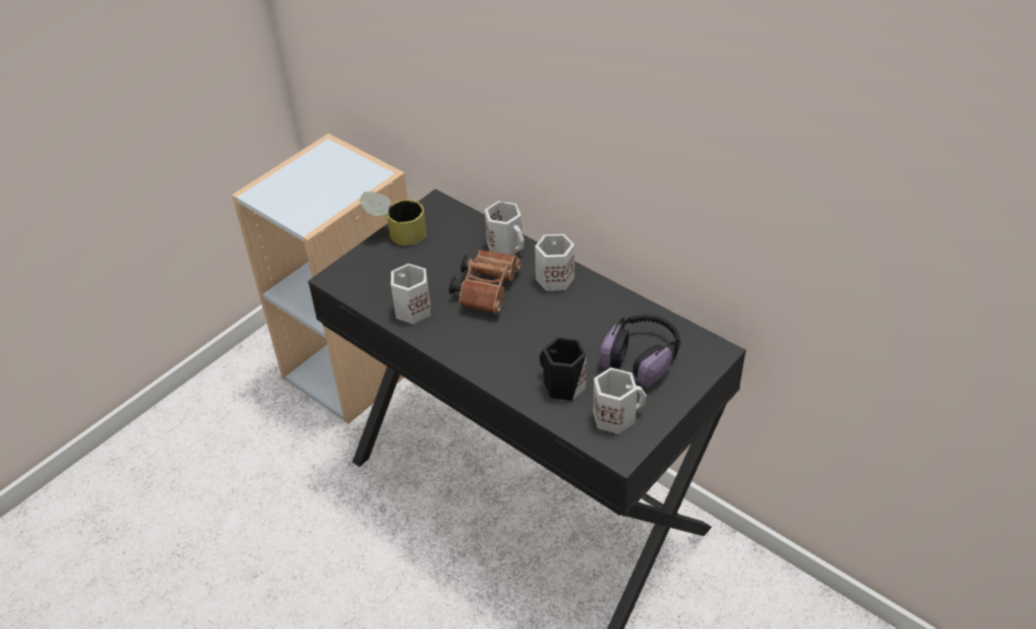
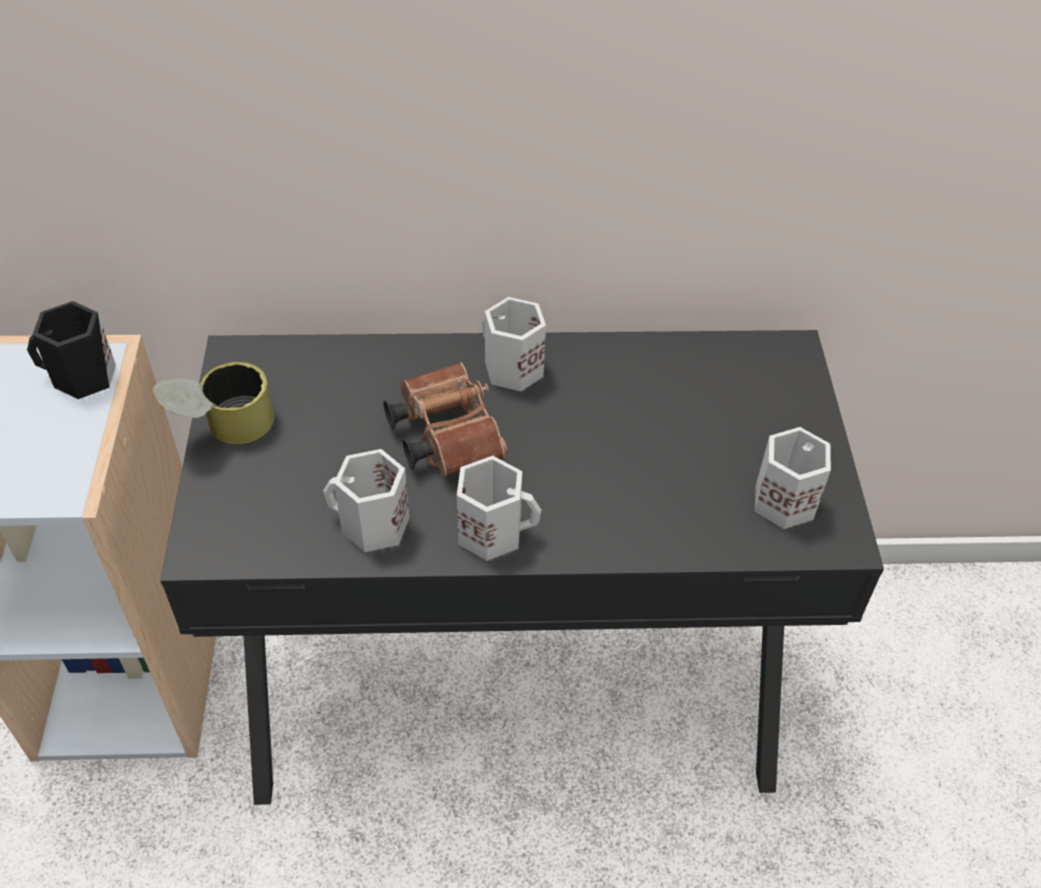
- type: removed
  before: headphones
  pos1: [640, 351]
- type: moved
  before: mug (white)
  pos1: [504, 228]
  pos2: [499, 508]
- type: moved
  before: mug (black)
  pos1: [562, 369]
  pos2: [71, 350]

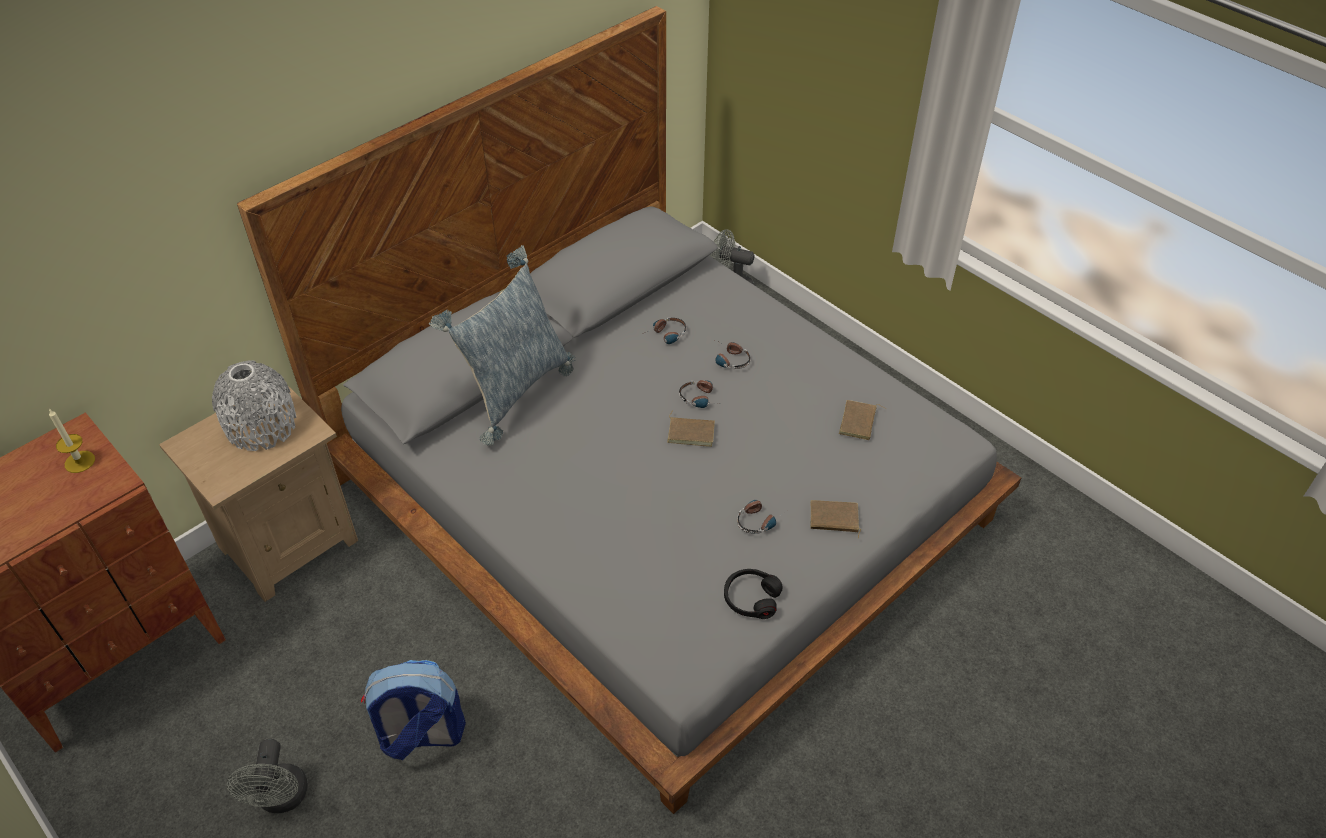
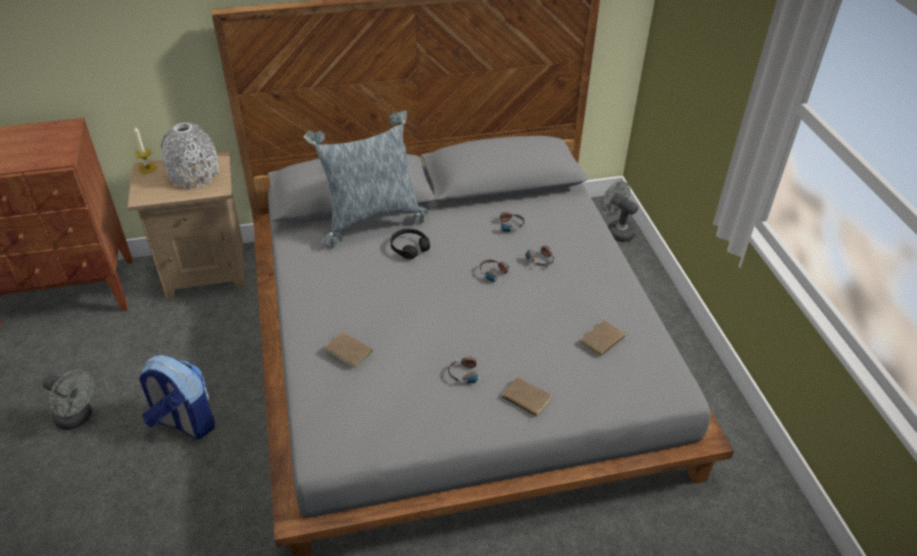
- type: moved
  before: candle
  pos1: [72, 441]
  pos2: [145, 150]
- type: moved
  before: book (brown)
  pos1: [691, 428]
  pos2: [348, 347]
- type: moved
  before: headphones (black)
  pos1: [753, 594]
  pos2: [410, 244]
- type: turned
  before: fan (grey)
  pos1: [267, 776]
  pos2: [68, 399]
  turn: -90

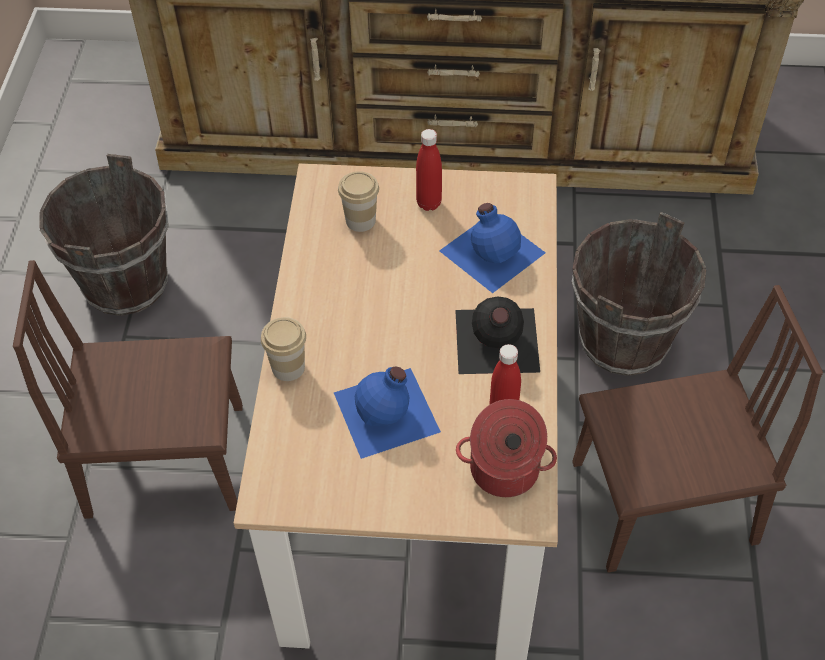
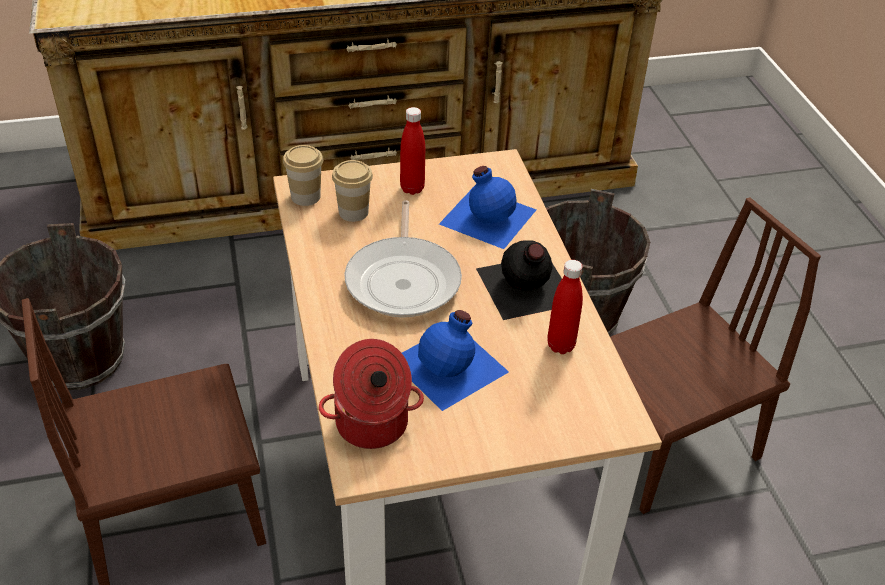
- type: added
  after: frying pan
  pos2: [403, 259]
- type: moved
  before: cup
  pos1: [283, 349]
  pos2: [303, 175]
- type: moved
  before: cooking pot
  pos1: [506, 448]
  pos2: [371, 394]

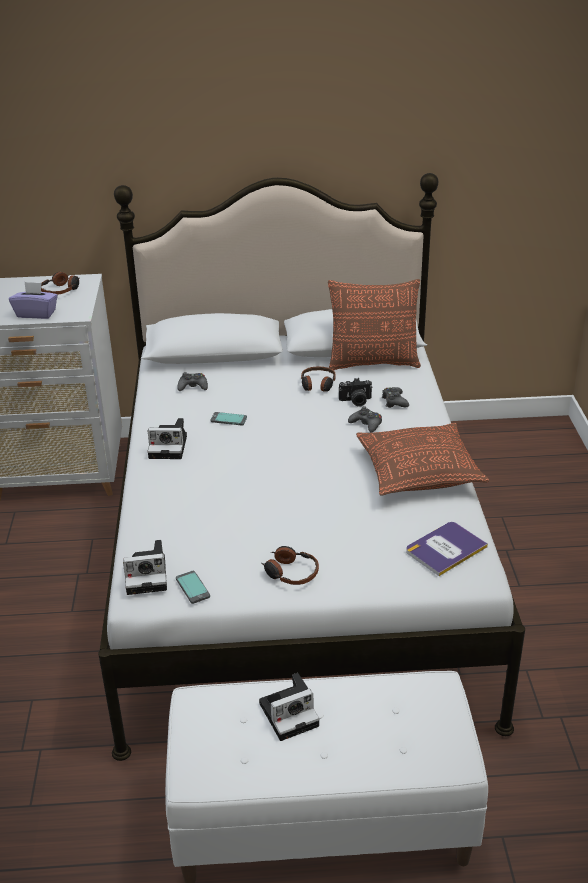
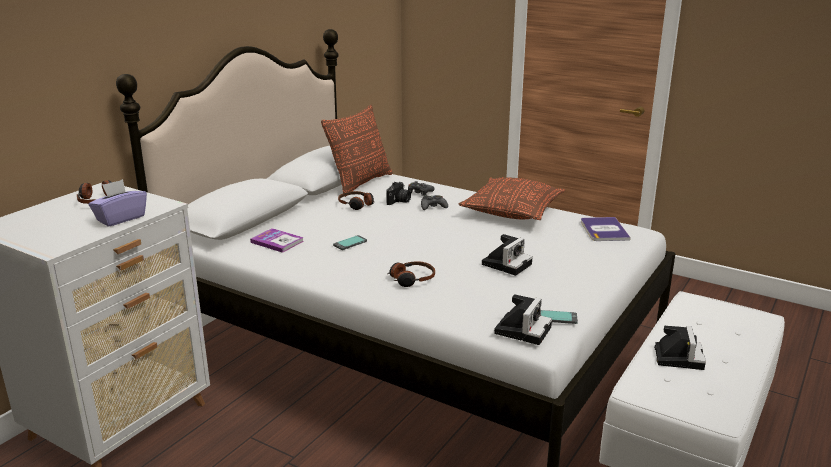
- type: moved
  before: photo camera
  pos1: [167, 438]
  pos2: [507, 255]
- type: moved
  before: headphones
  pos1: [290, 565]
  pos2: [411, 274]
- type: replaced
  before: game controller (black)
  after: book
  pos1: [192, 381]
  pos2: [277, 240]

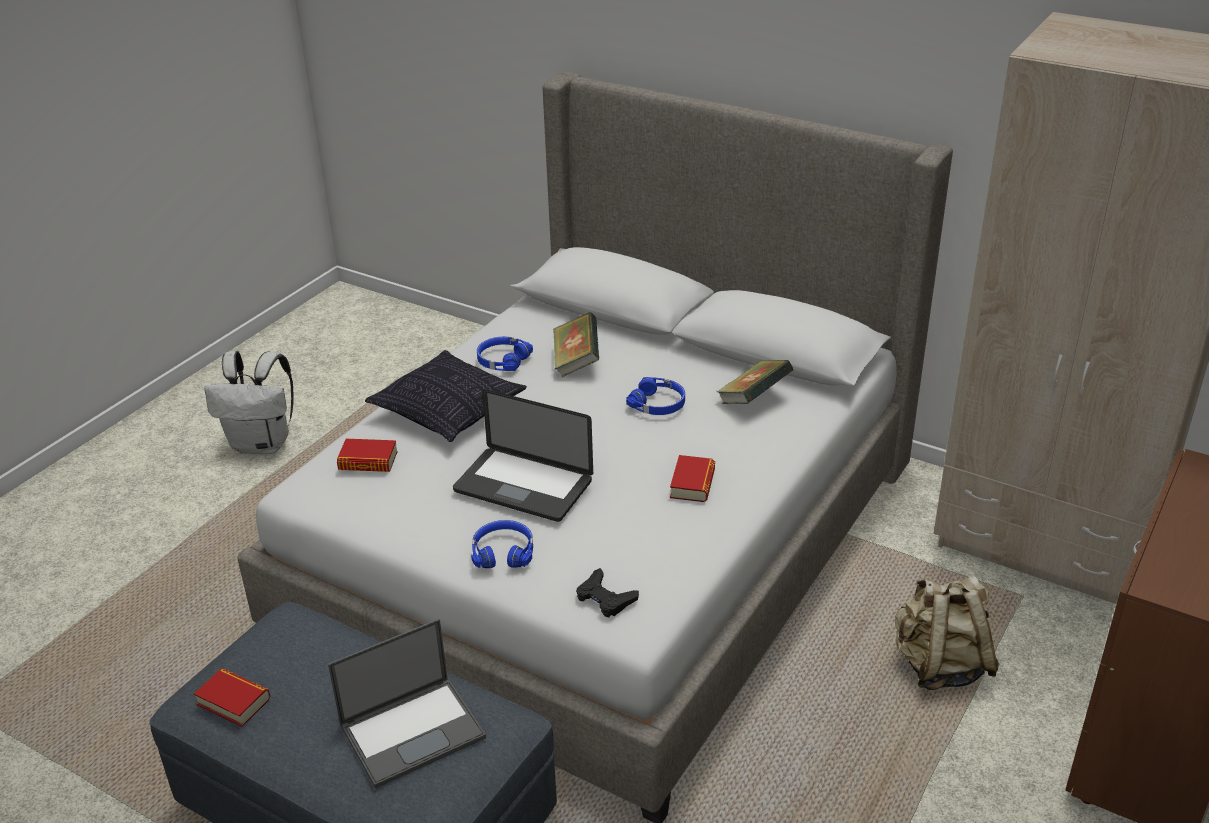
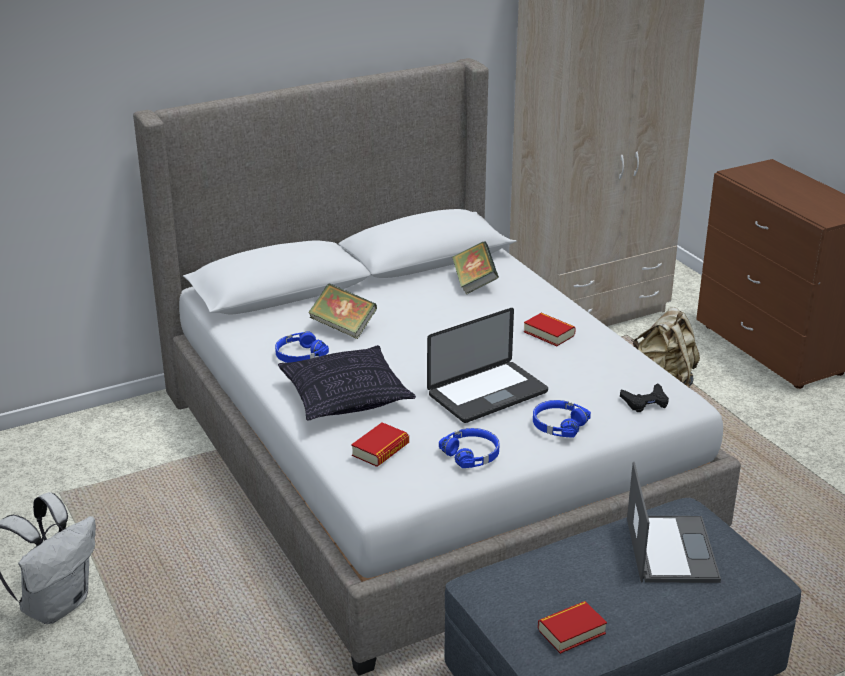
- type: moved
  before: headphones (blue)
  pos1: [655, 396]
  pos2: [469, 448]

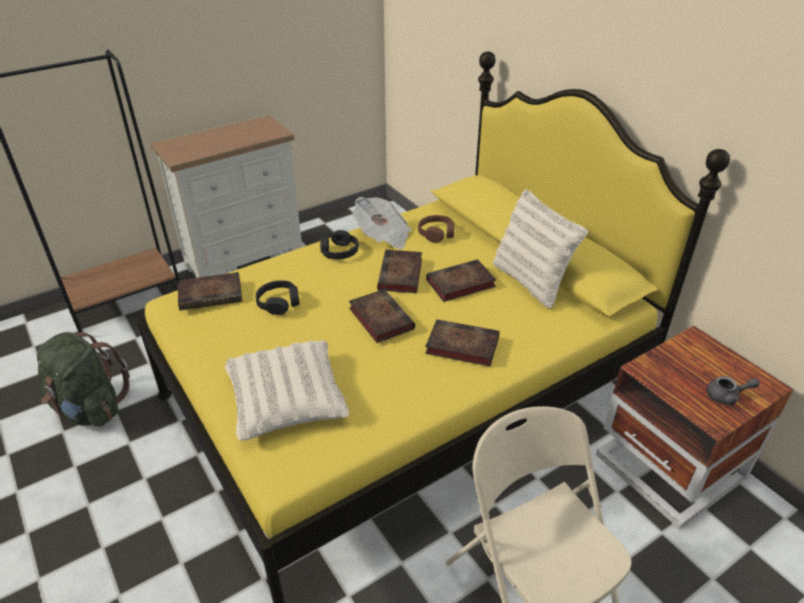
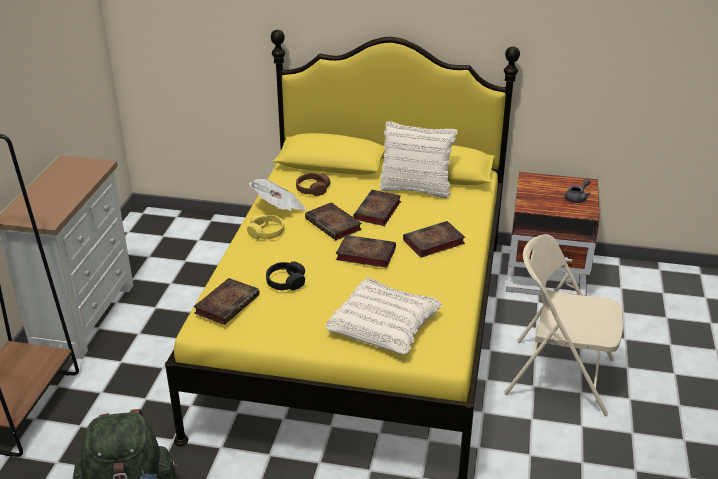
- type: recoloured
  before: headphones (black)
  after: headphones (yellow)
  pos1: [339, 244]
  pos2: [265, 227]

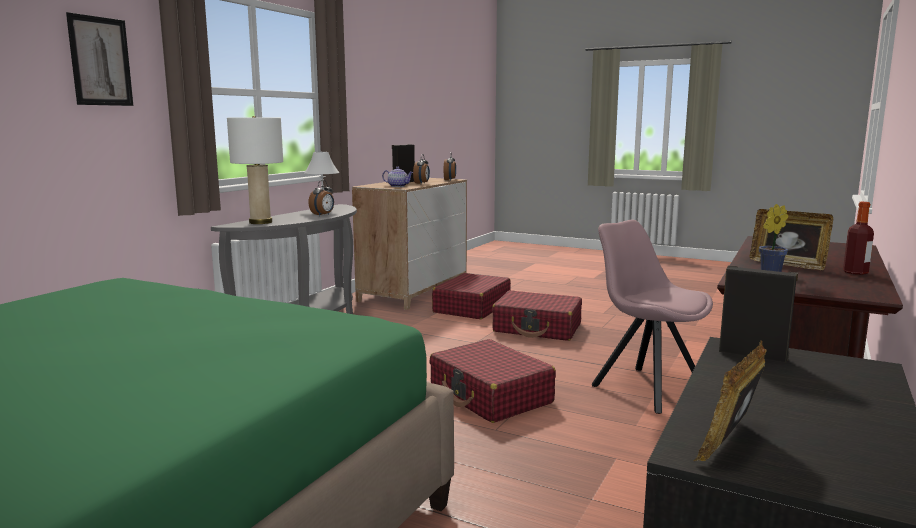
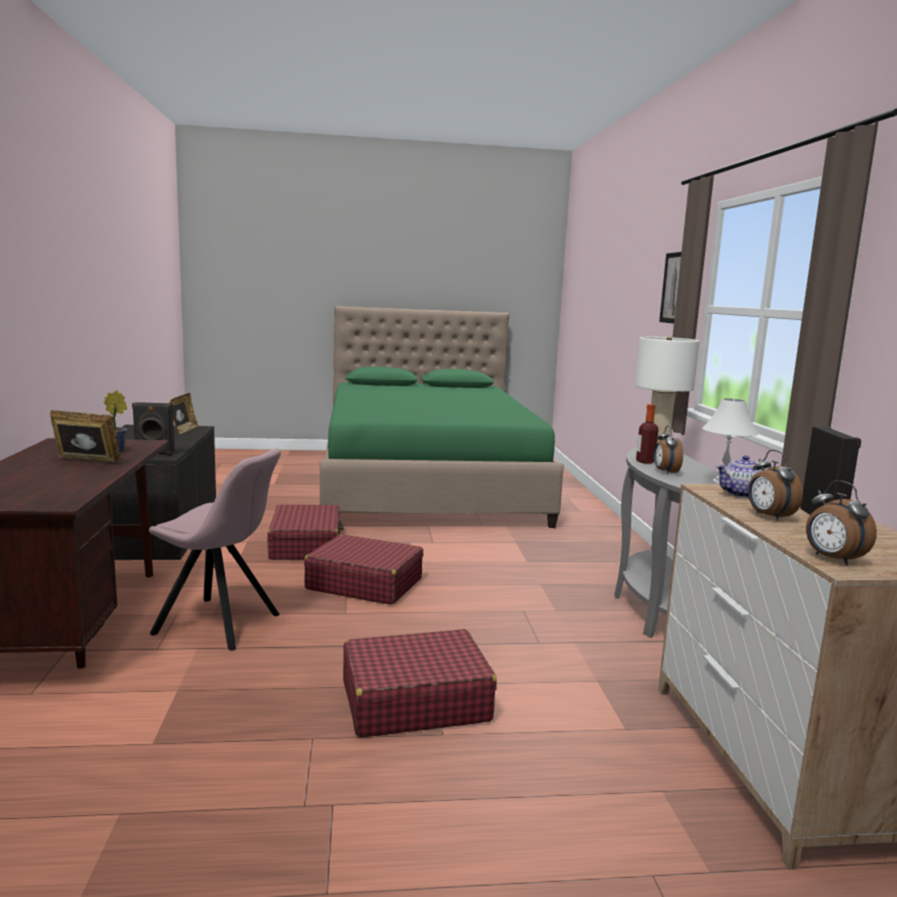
- type: moved
  before: suitcase (red)
  pos1: [471, 296]
  pos2: [305, 532]
- type: moved
  before: bottle
  pos1: [858, 238]
  pos2: [647, 433]

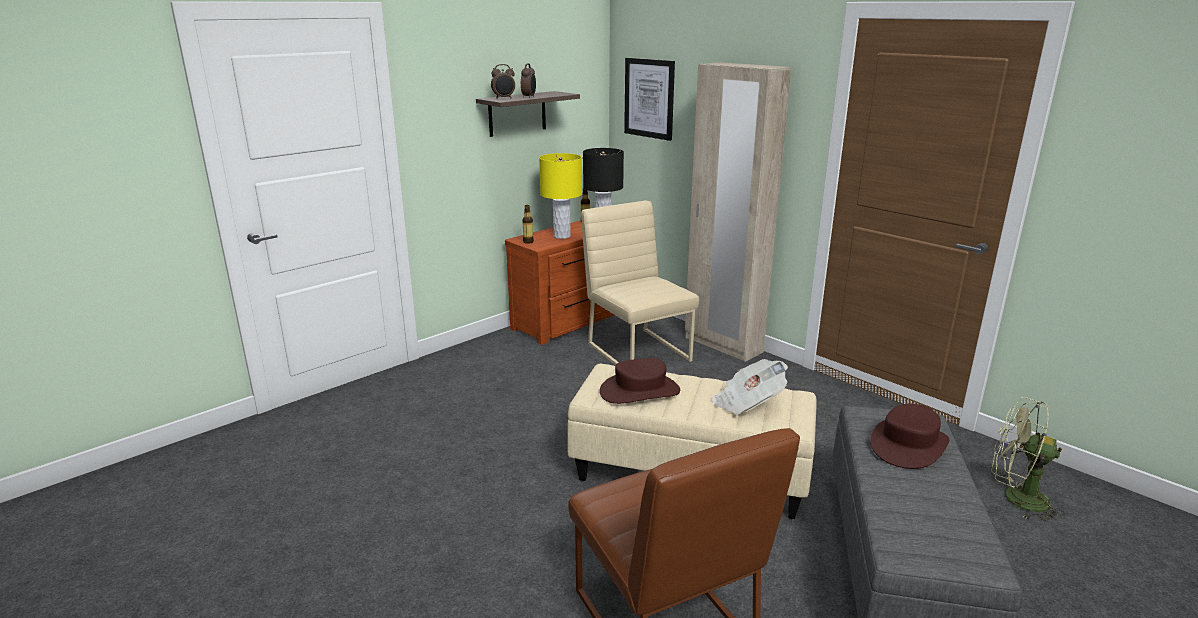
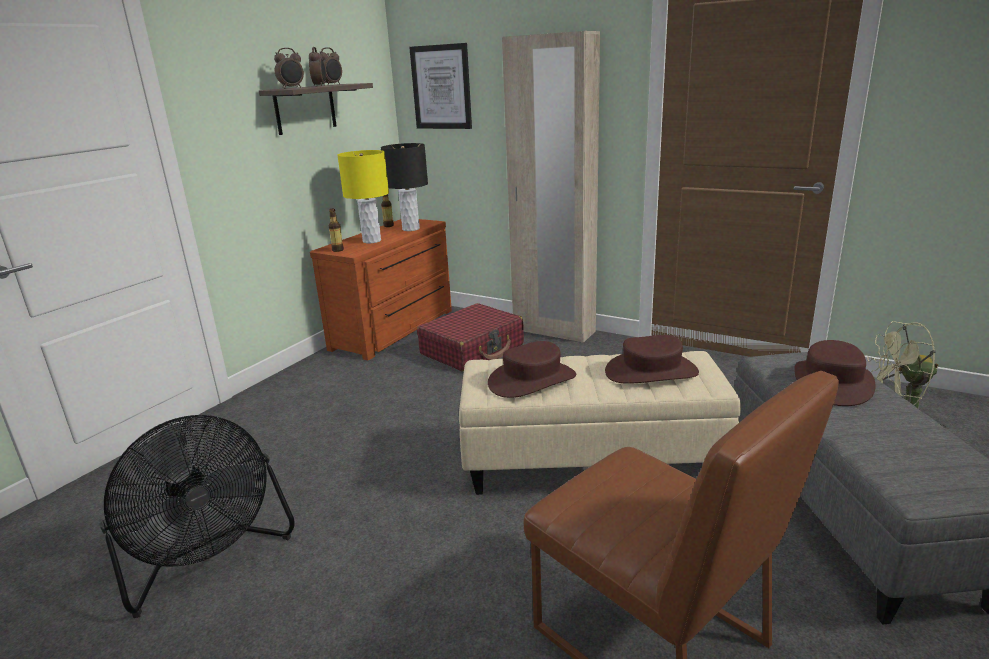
- type: added
  after: fan (black)
  pos2: [197, 516]
- type: added
  after: alarm clock
  pos2: [331, 66]
- type: replaced
  before: chair (beige)
  after: suitcase (red)
  pos1: [640, 283]
  pos2: [470, 337]
- type: replaced
  before: newspaper
  after: hat (brown)
  pos1: [749, 387]
  pos2: [652, 359]

